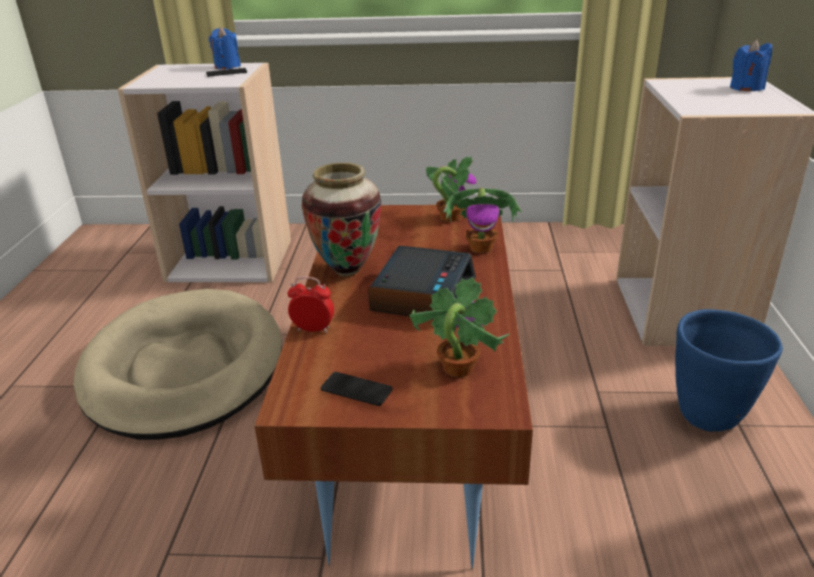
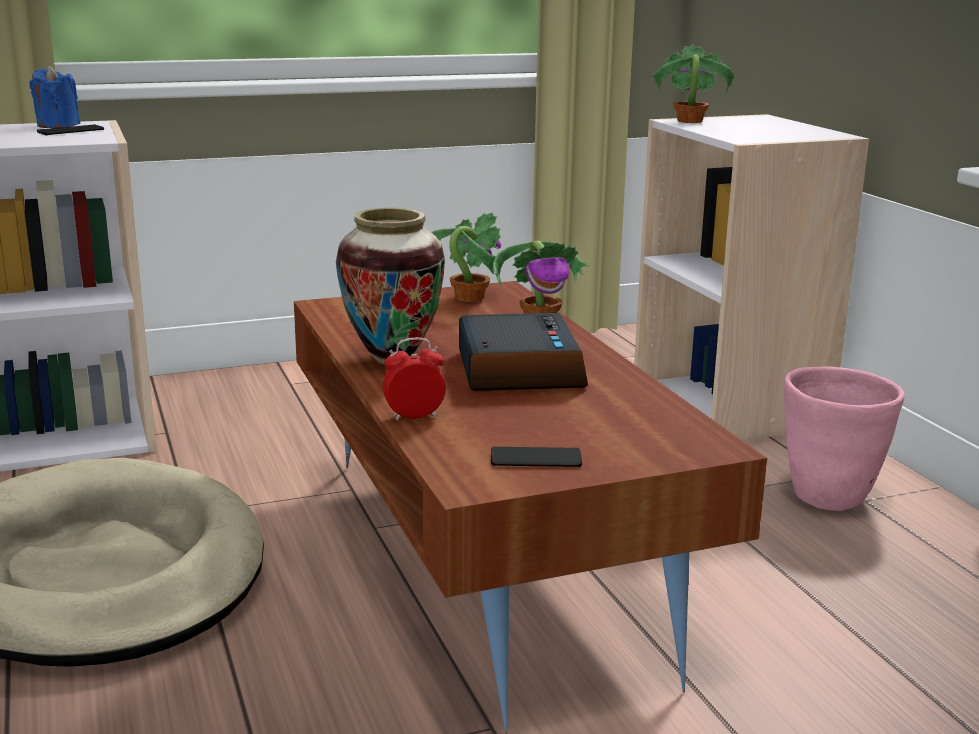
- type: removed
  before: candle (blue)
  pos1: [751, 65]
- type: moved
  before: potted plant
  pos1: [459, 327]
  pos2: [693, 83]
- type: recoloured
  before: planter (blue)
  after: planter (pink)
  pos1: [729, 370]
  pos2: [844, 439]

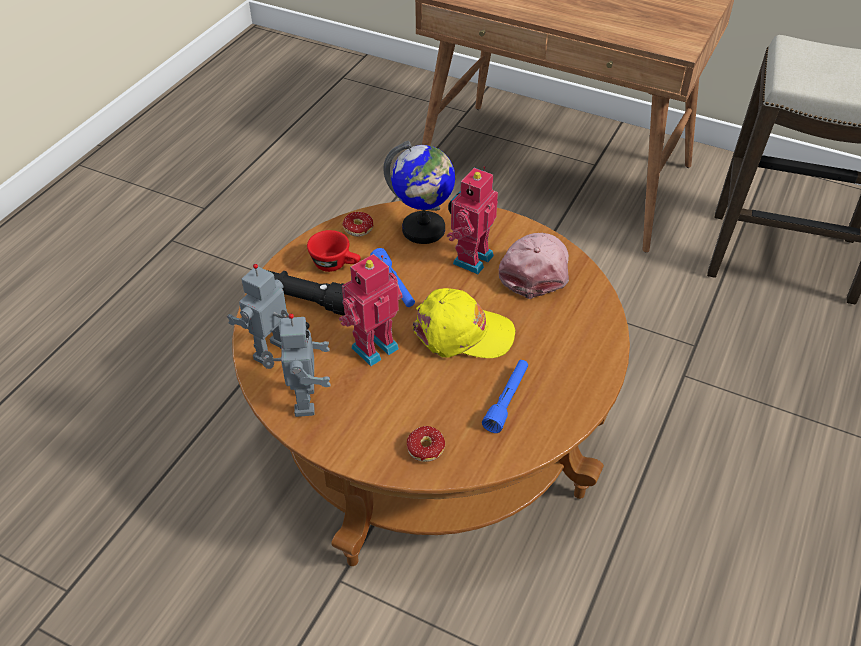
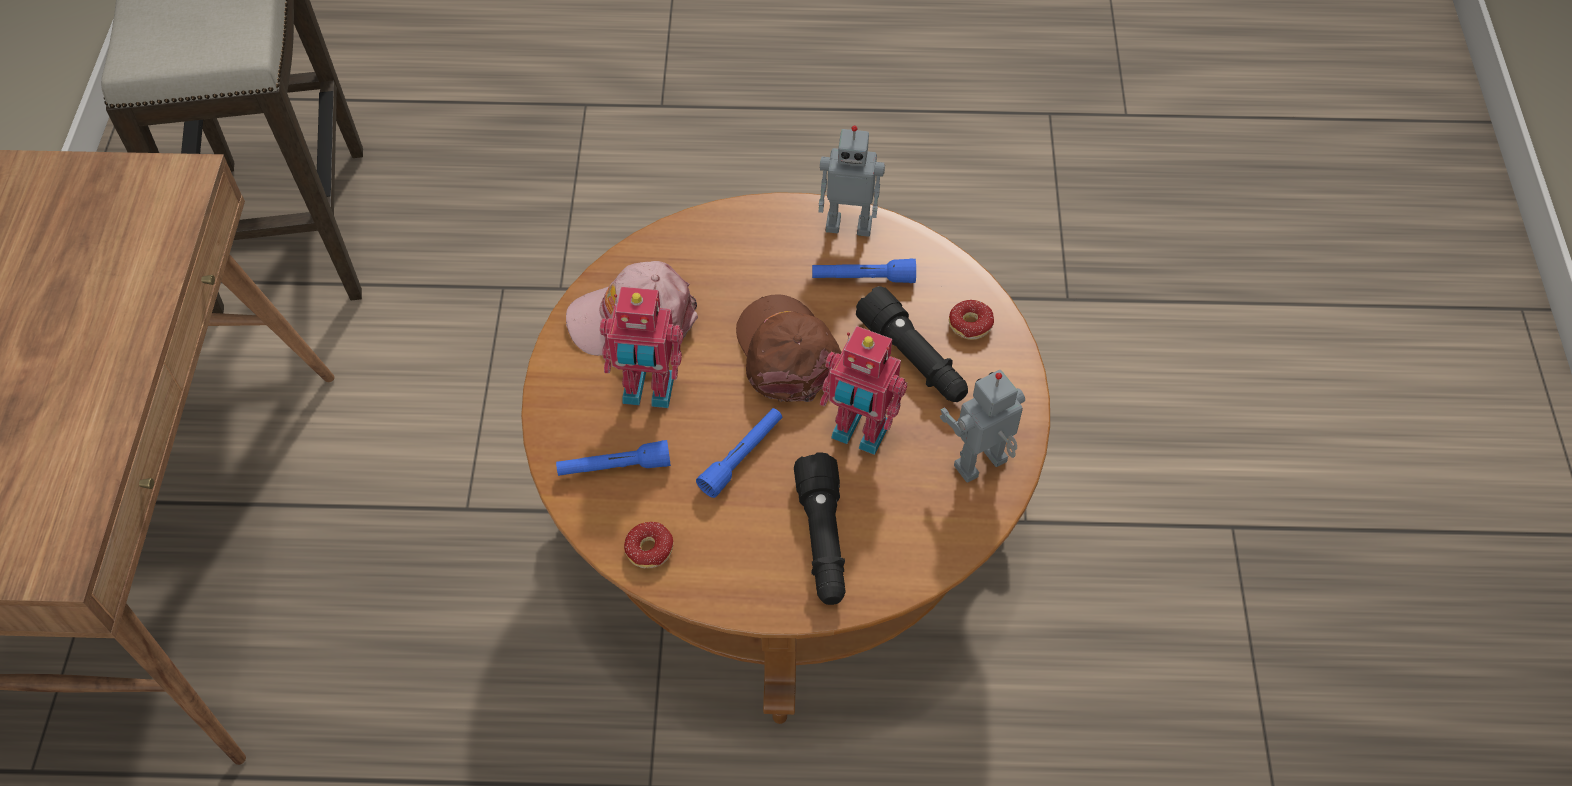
- type: removed
  before: cup (red)
  pos1: [334, 251]
- type: added
  after: flashlight (black)
  pos2: [912, 344]
- type: moved
  before: toy robot
  pos1: [258, 314]
  pos2: [852, 181]
- type: replaced
  before: globe
  after: flashlight (blue)
  pos1: [419, 192]
  pos2: [613, 458]
- type: recoloured
  before: cap (yellow)
  after: cap (brown)
  pos1: [464, 323]
  pos2: [789, 348]

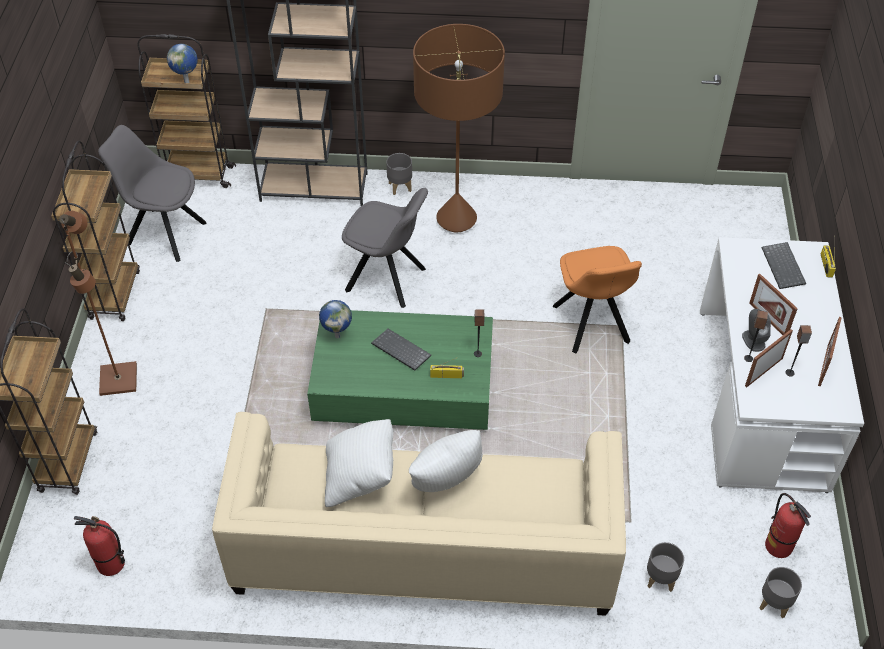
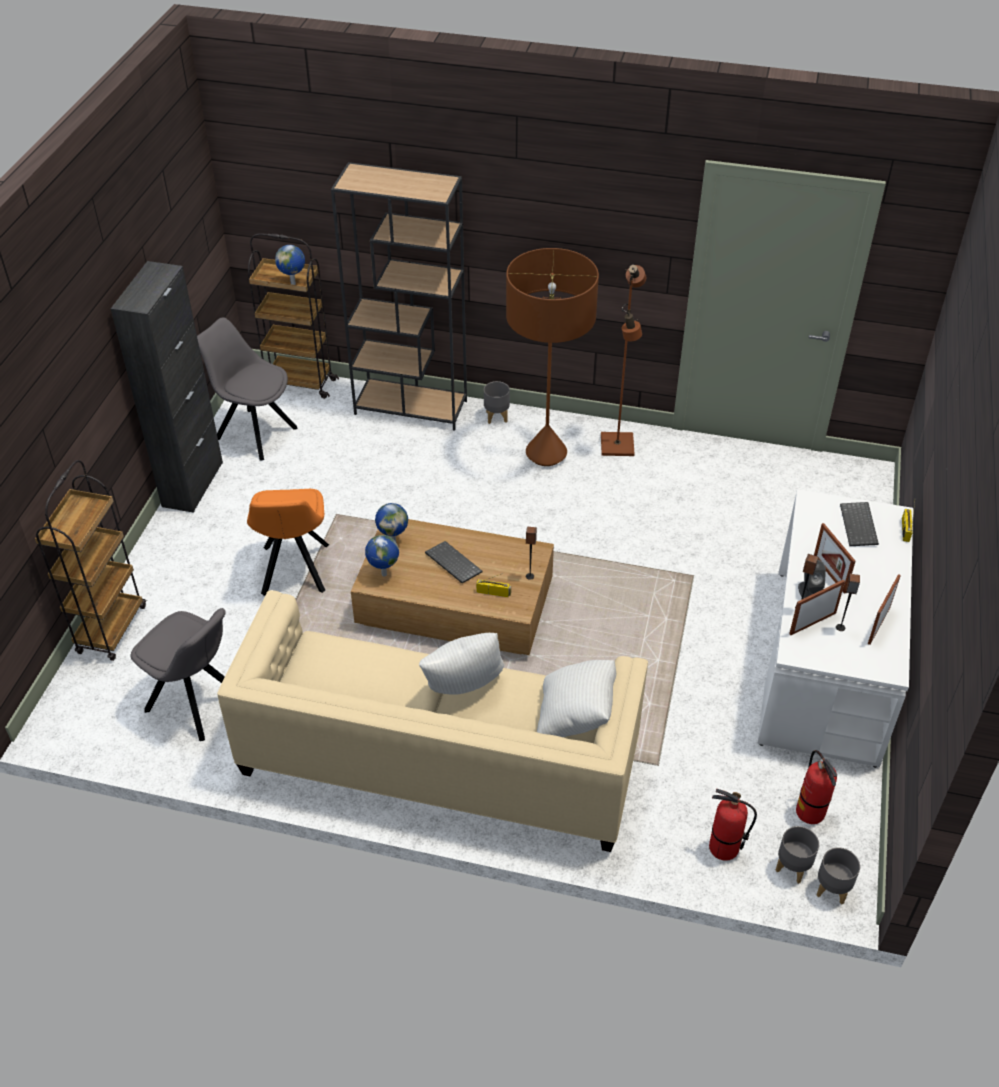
- type: added
  after: globe
  pos2: [382, 556]
- type: moved
  before: floor lamp (brown)
  pos1: [97, 303]
  pos2: [623, 360]
- type: moved
  before: fire extinguisher
  pos1: [99, 546]
  pos2: [733, 825]
- type: moved
  before: pillow (white)
  pos1: [359, 463]
  pos2: [576, 698]
- type: moved
  before: chair (grey)
  pos1: [385, 248]
  pos2: [178, 674]
- type: moved
  before: chair (orange)
  pos1: [597, 299]
  pos2: [288, 542]
- type: moved
  before: planter (grey)
  pos1: [665, 567]
  pos2: [838, 876]
- type: replaced
  before: cart (brown)
  after: cabinet (black)
  pos1: [95, 231]
  pos2: [167, 387]
- type: recoloured
  before: coffee table (green)
  after: coffee table (brown)
  pos1: [400, 370]
  pos2: [452, 587]

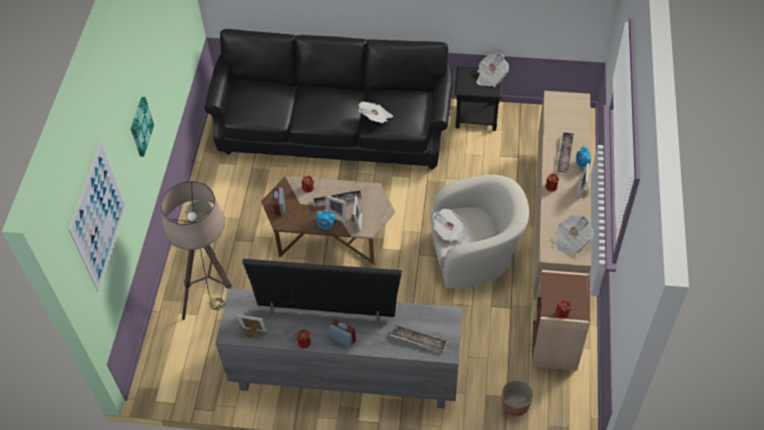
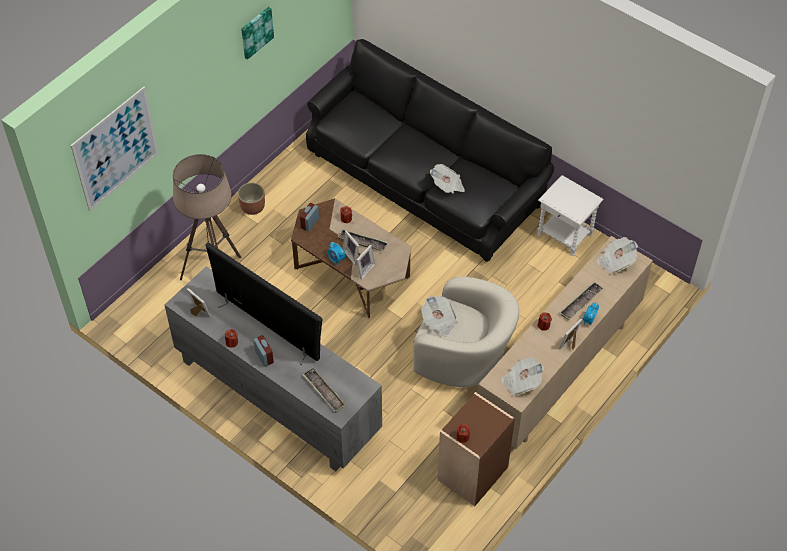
- type: removed
  before: planter
  pos1: [517, 398]
- type: moved
  before: picture
  pos1: [142, 127]
  pos2: [257, 33]
- type: moved
  before: newspaper
  pos1: [493, 70]
  pos2: [617, 255]
- type: recoloured
  before: side table (black)
  after: side table (white)
  pos1: [478, 98]
  pos2: [570, 215]

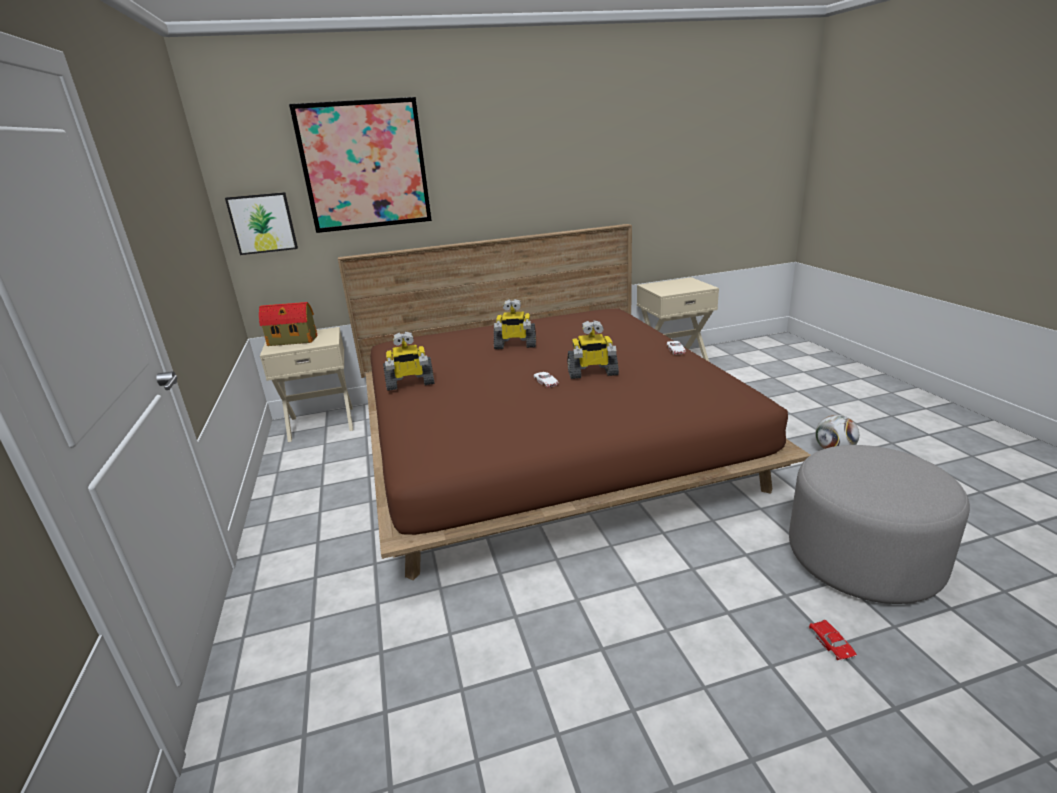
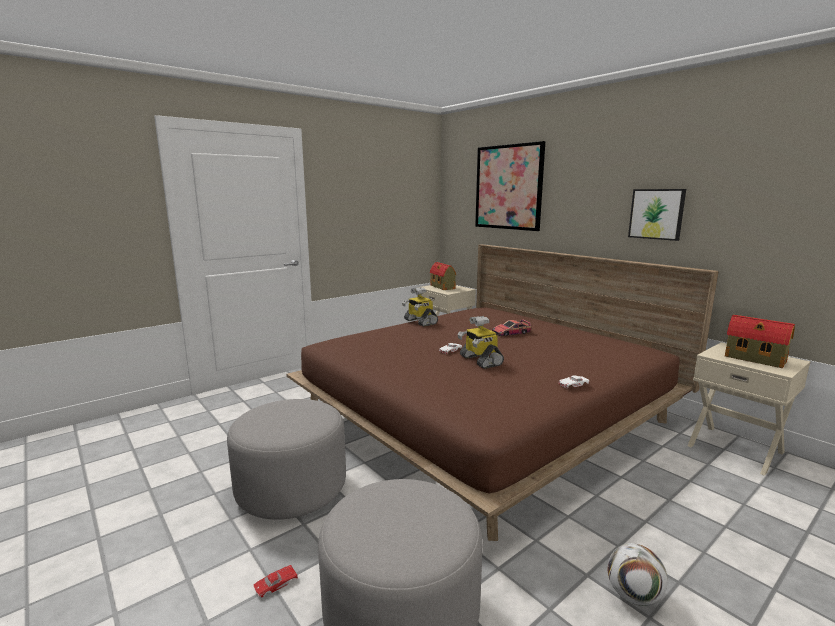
- type: added
  after: ottoman (grey)
  pos2: [286, 459]
- type: added
  after: toy house
  pos2: [760, 341]
- type: moved
  before: picture
  pos1: [261, 223]
  pos2: [657, 215]
- type: replaced
  before: toy robot
  after: toy car
  pos1: [515, 324]
  pos2: [511, 327]

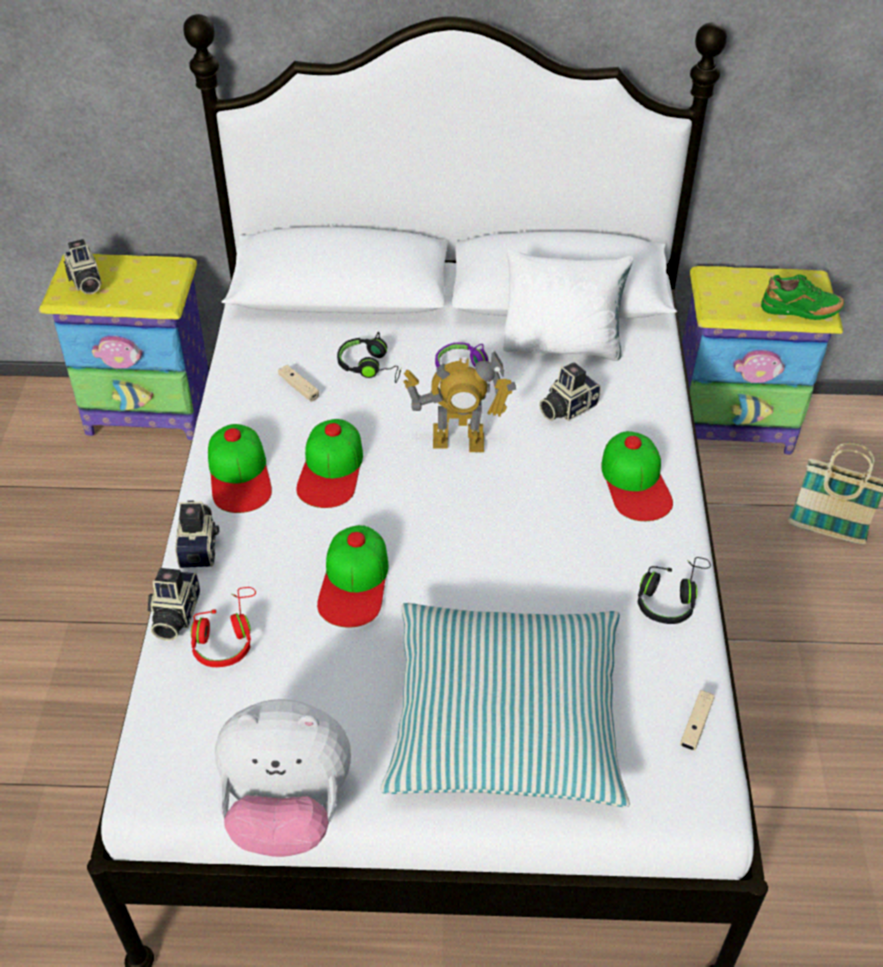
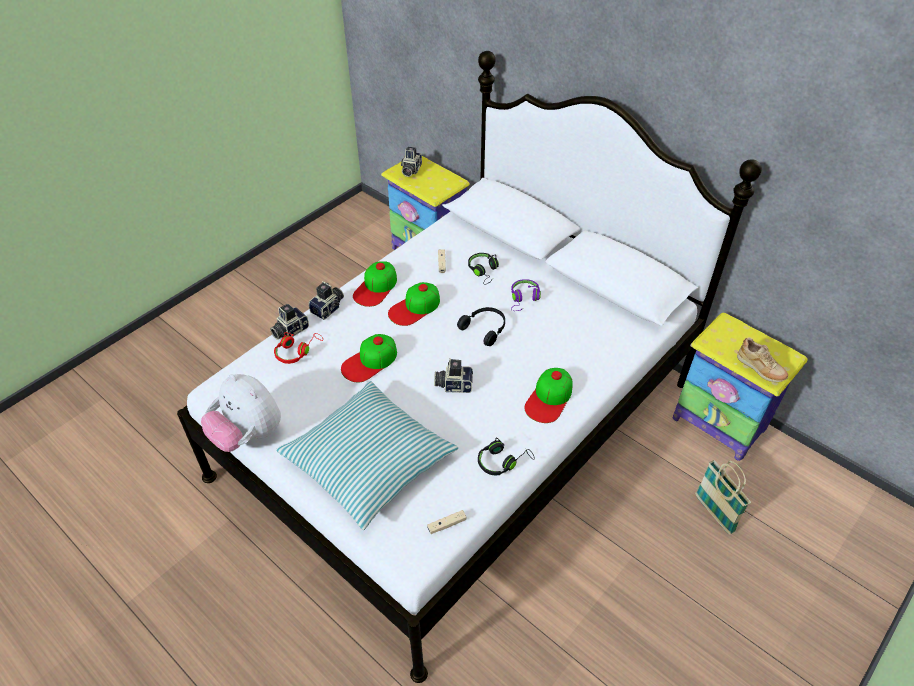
- type: removed
  before: pillow (white)
  pos1: [568, 305]
- type: moved
  before: photo camera
  pos1: [570, 391]
  pos2: [453, 375]
- type: replaced
  before: toy robot
  after: headphones (black)
  pos1: [460, 401]
  pos2: [481, 326]
- type: recoloured
  before: shoe (green)
  after: shoe (beige)
  pos1: [803, 297]
  pos2: [762, 360]

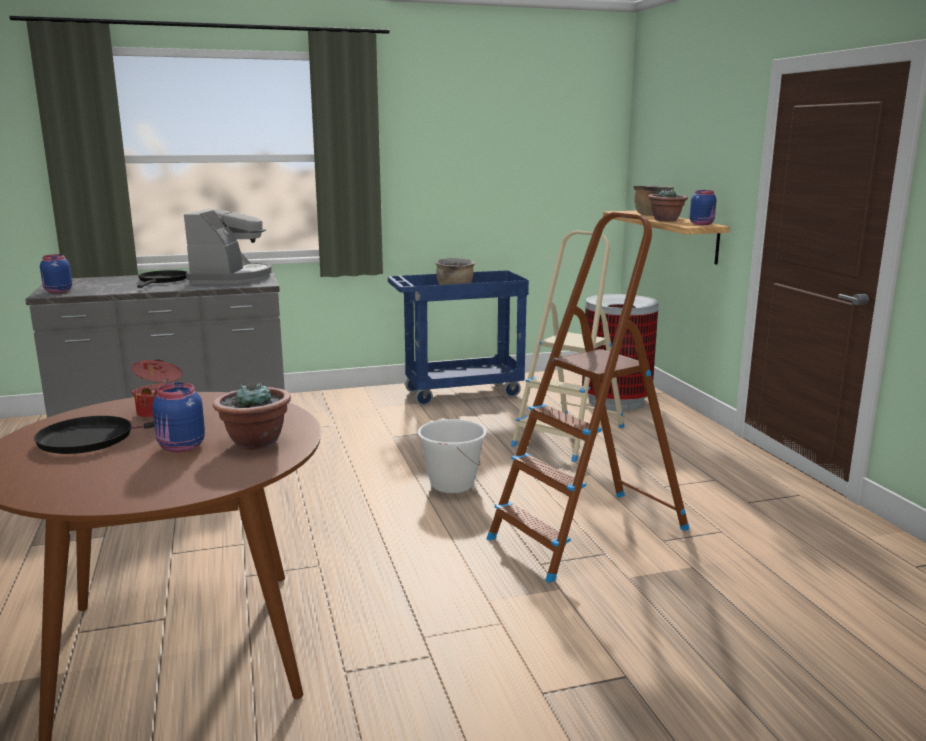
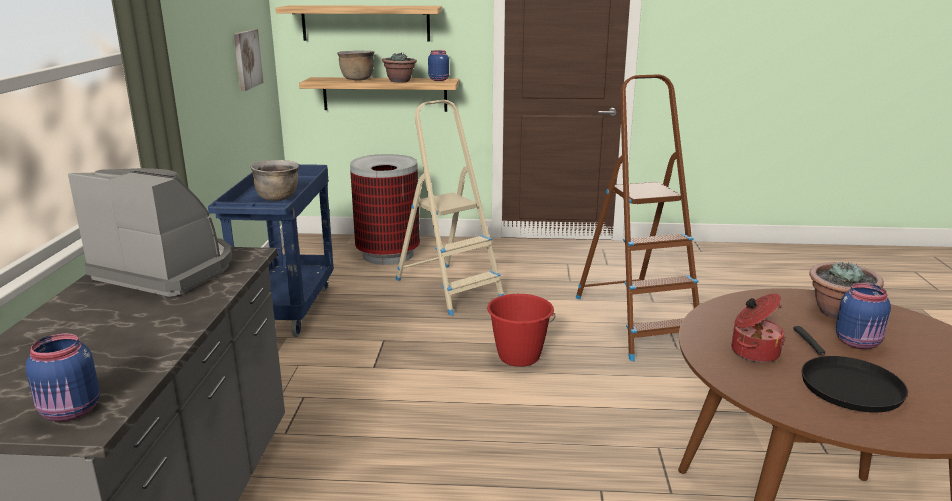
- type: removed
  before: frying pan (black)
  pos1: [162, 279]
- type: added
  after: picture
  pos2: [249, 60]
- type: added
  after: shelf
  pos2: [359, 23]
- type: recoloured
  before: bucket (white)
  after: bucket (red)
  pos1: [452, 456]
  pos2: [520, 330]

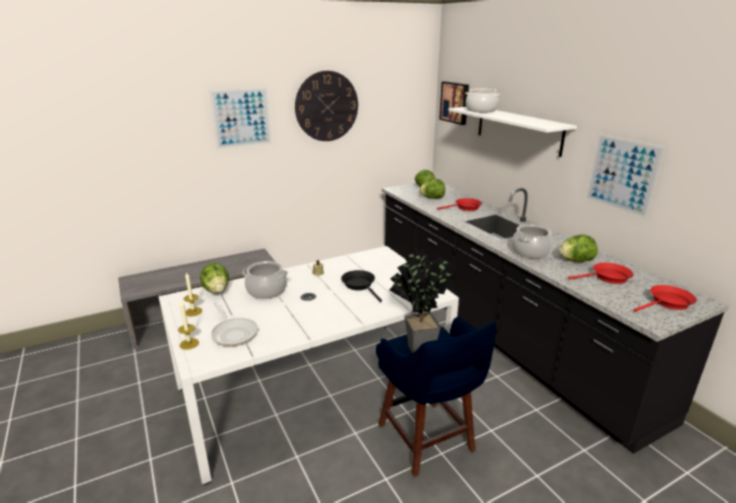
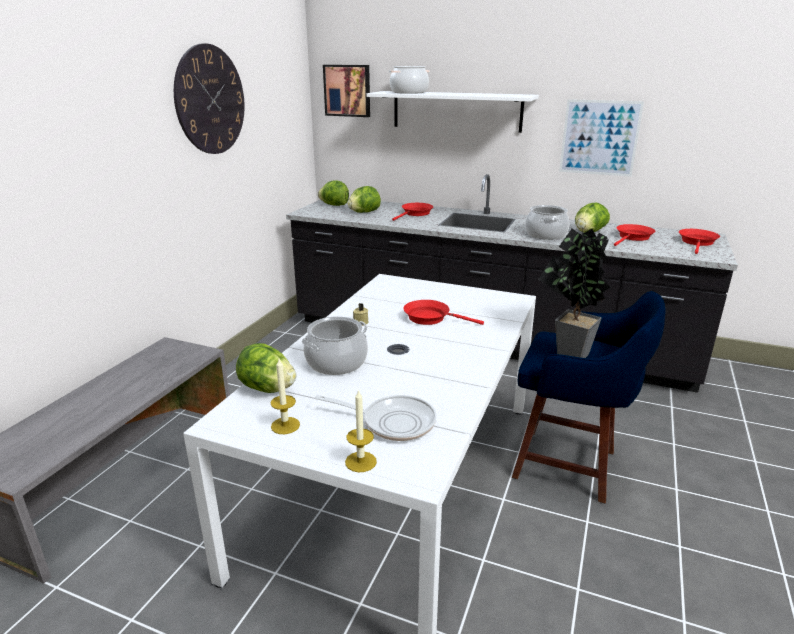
- type: removed
  before: picture
  pos1: [240, 118]
- type: recoloured
  before: frying pan (black)
  after: frying pan (red)
  pos1: [361, 286]
  pos2: [444, 312]

